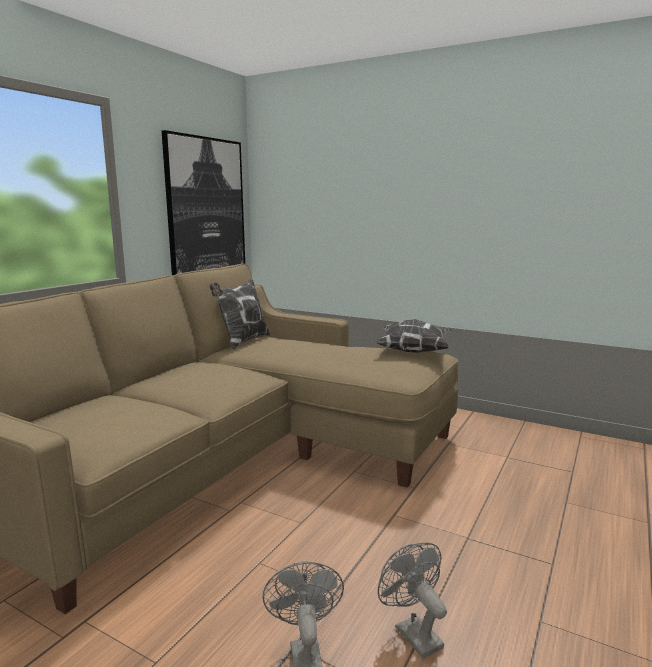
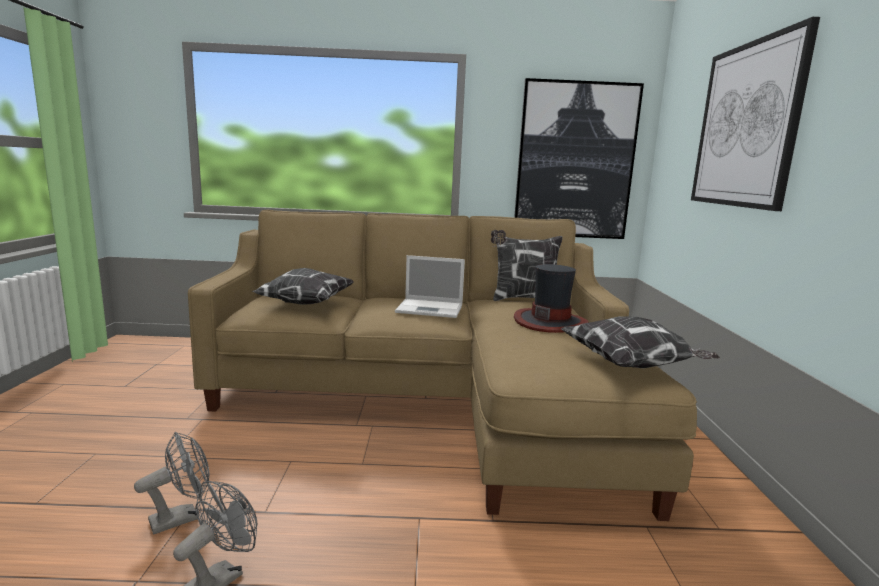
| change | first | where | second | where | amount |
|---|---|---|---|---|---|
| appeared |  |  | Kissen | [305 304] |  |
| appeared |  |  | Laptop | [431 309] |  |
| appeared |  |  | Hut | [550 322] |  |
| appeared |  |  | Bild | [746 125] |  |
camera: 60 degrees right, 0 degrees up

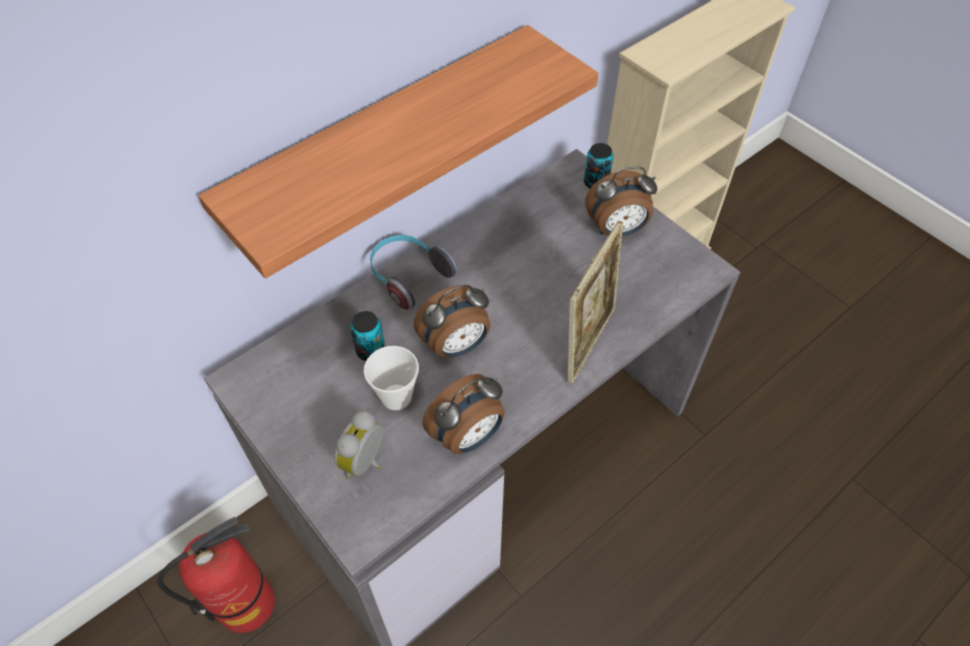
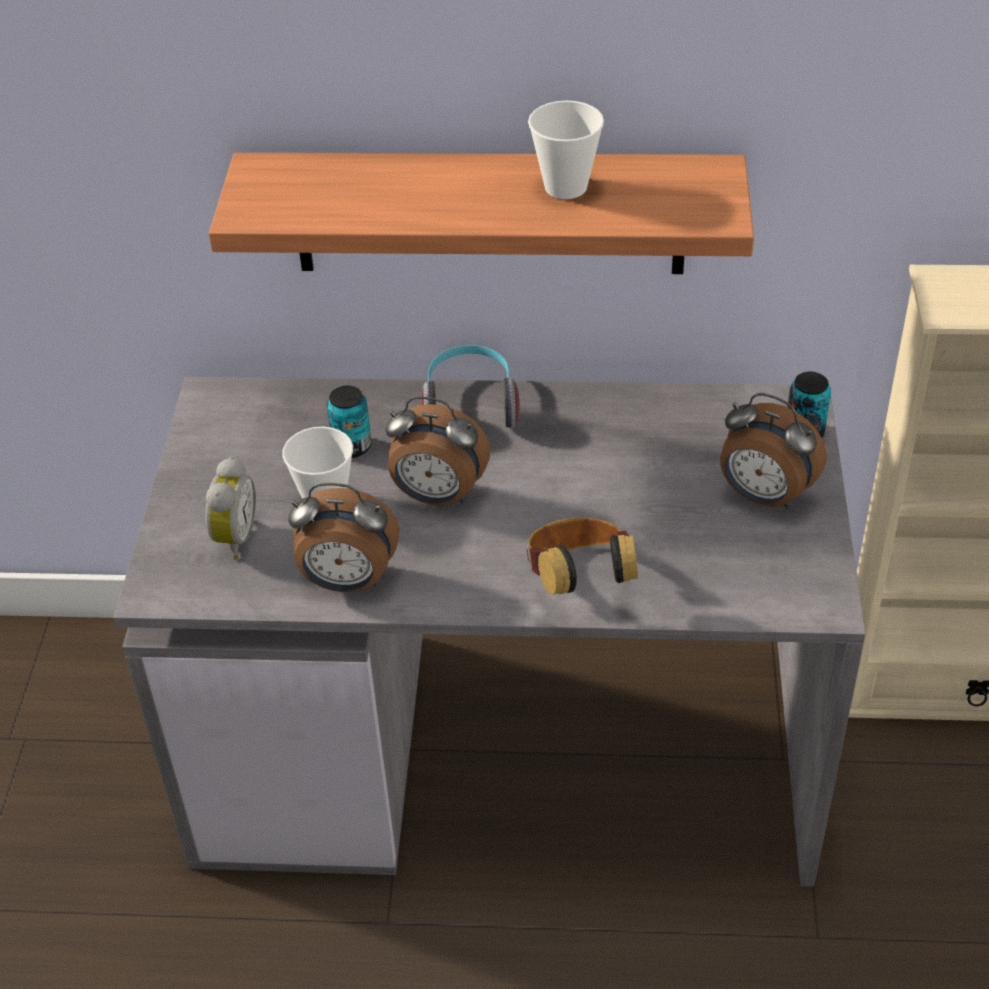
| change | first | where | second | where | amount |
|---|---|---|---|---|---|
| missing | Feuerlöscher | [247 603] |  |  |  |
| appeared |  |  | Tasse | [565 187] |  |
| exchanged | Bilderrahmen | [587 341] | Kopfhörer | [579 581] |  |
| spun | Wecker | [366 462] |  | [232 538] | 120 degrees clockwise |
camera: 45 degrees right, 10 degrees down

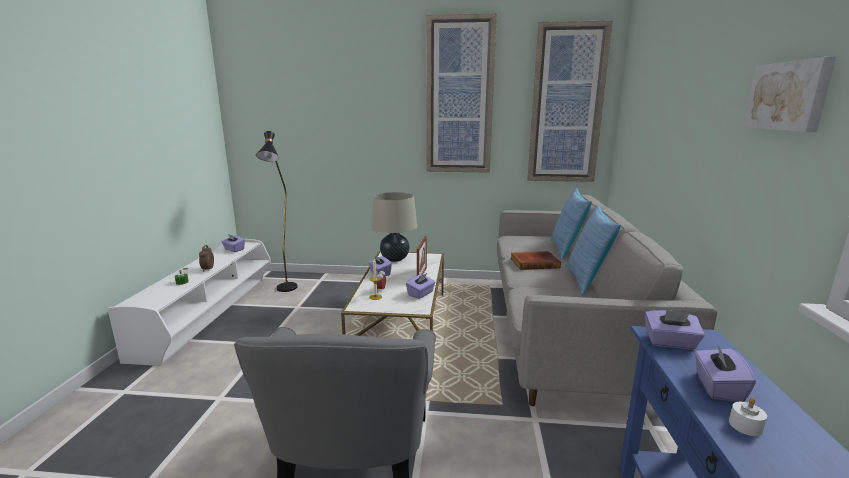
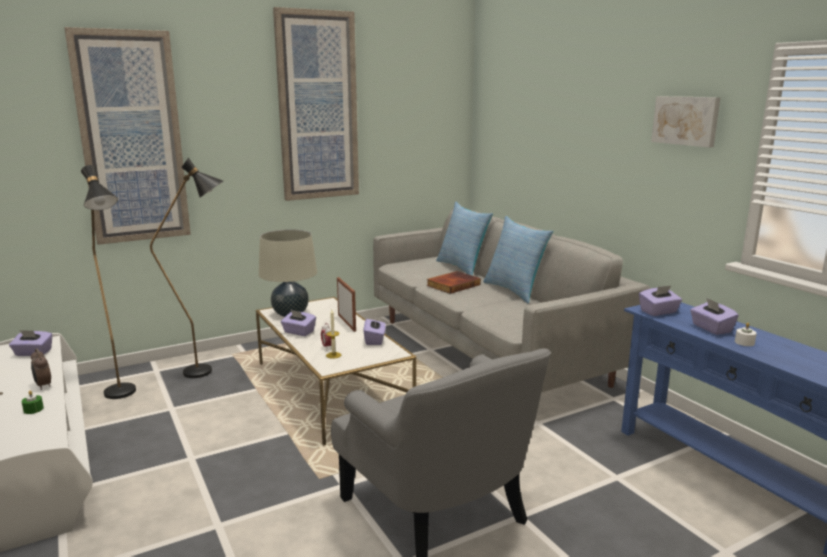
| change | first | where | second | where | amount |
|---|---|---|---|---|---|
| appeared |  |  | Stehlampe (schwarz) | [208 371] |  |
| relocated | Bild | [566 105] |  | [131 138] |  |
camera: 35 degrees left, 0 degrees up

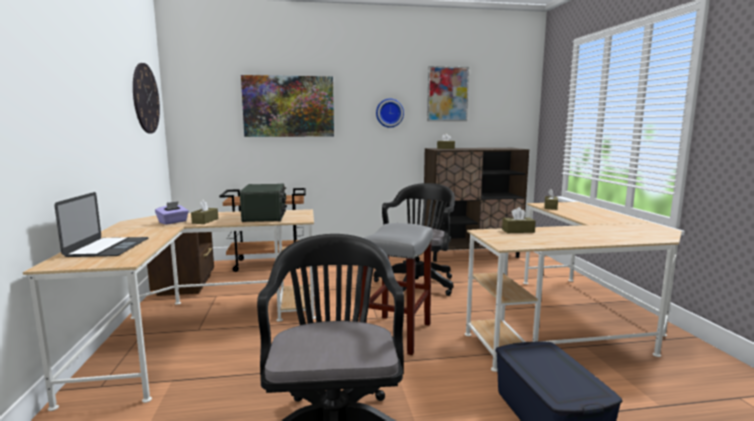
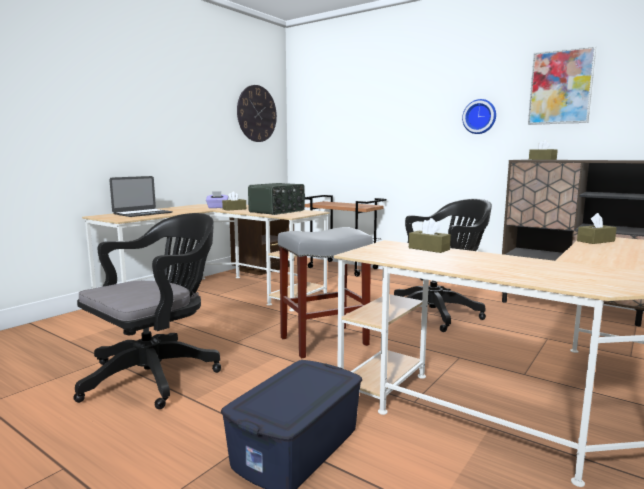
| change | first | where | second | where | amount |
|---|---|---|---|---|---|
| missing | Bild | [288 106] |  |  |  |
camera: 45 degrees right, 0 degrees up

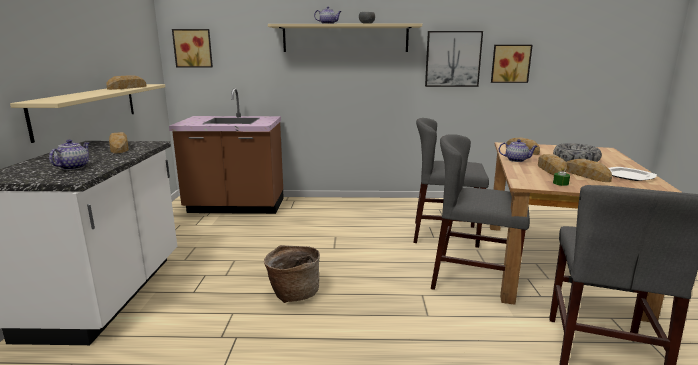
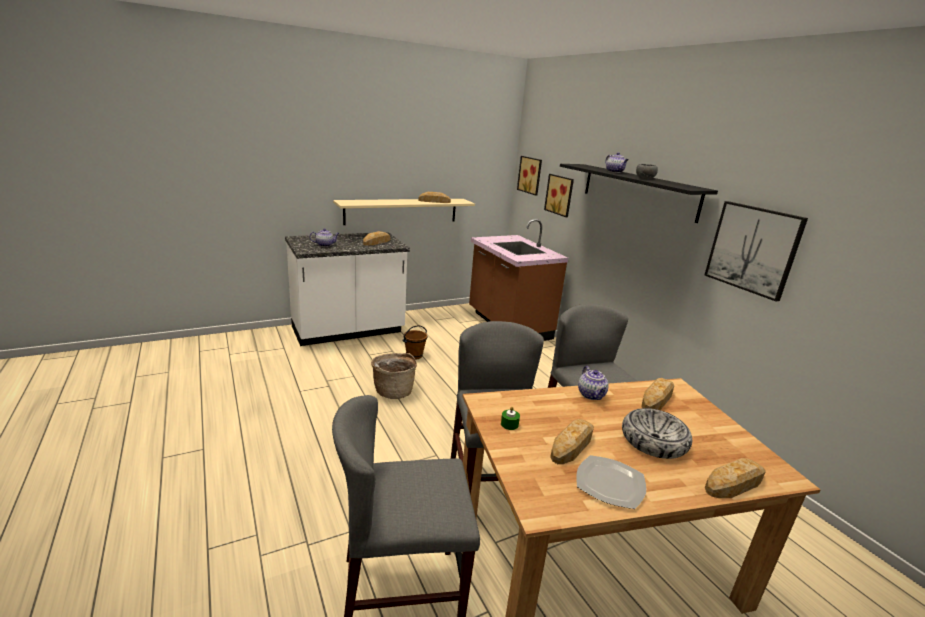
| change | first | where | second | where | amount |
|---|---|---|---|---|---|
| appeared |  |  | Eimer (braun) | [414 356] |  |
| relocated | Bild | [510 63] |  | [560 195] |  |
| relocated | Brot | [551 169] |  | [734 483] |  |
| colour | Wandregal (beige) | [345 38] | Wandregal (schwarz) | [638 191] |  |
camera: 60 degrees right, 5 degrees up

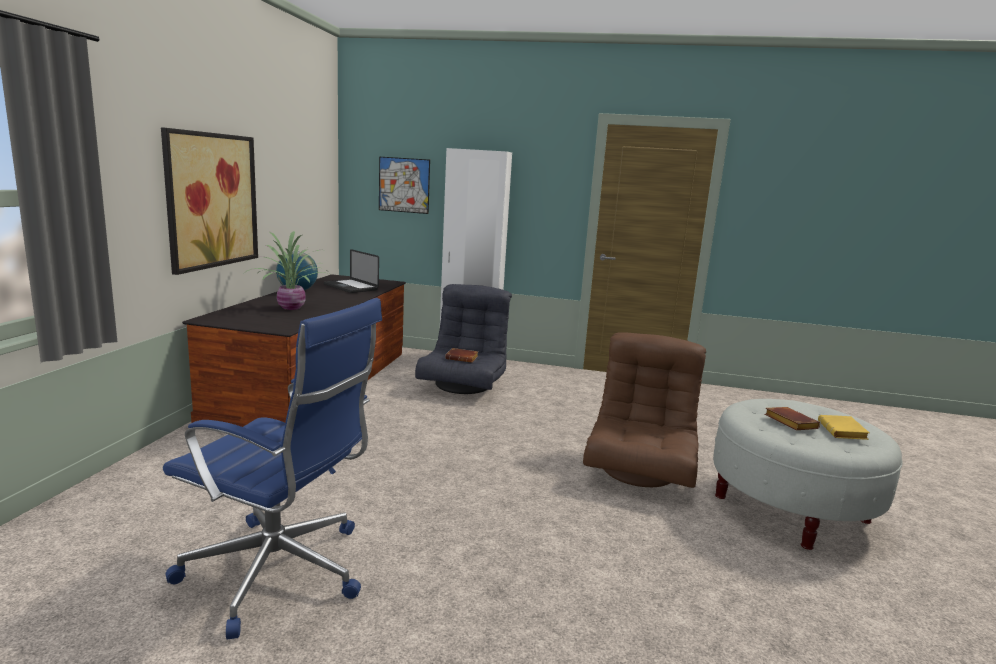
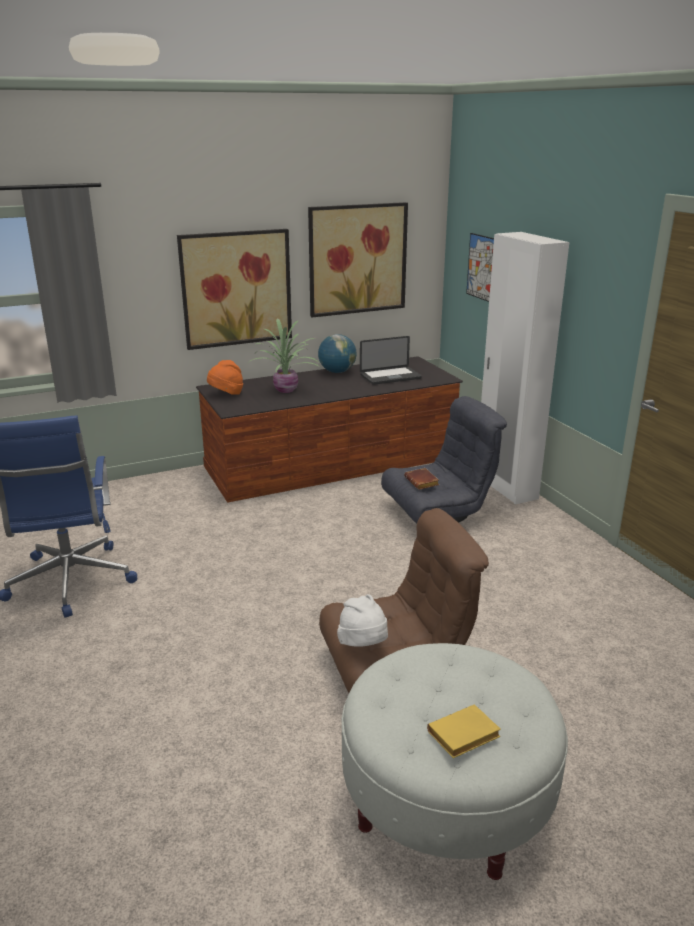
| change | first | where | second | where | amount |
|---|---|---|---|---|---|
| missing | Buch (braun) | [788 422] |  |  |  |
| appeared |  |  | Hut (orange) | [226 394] |  |
| appeared |  |  | Bild | [357 259] |  |
| appeared |  |  | Hut (weiß) | [363 645] |  |
| spun | Laptop | [351 287] |  | [390 377] | 120 degrees counterclockwise |
camera: 55 degrees right, 10 degrees up

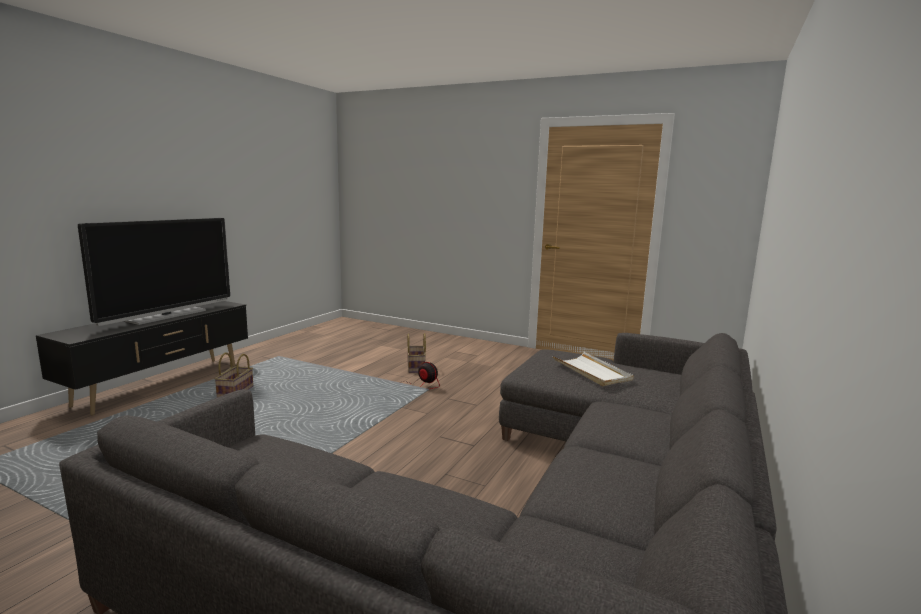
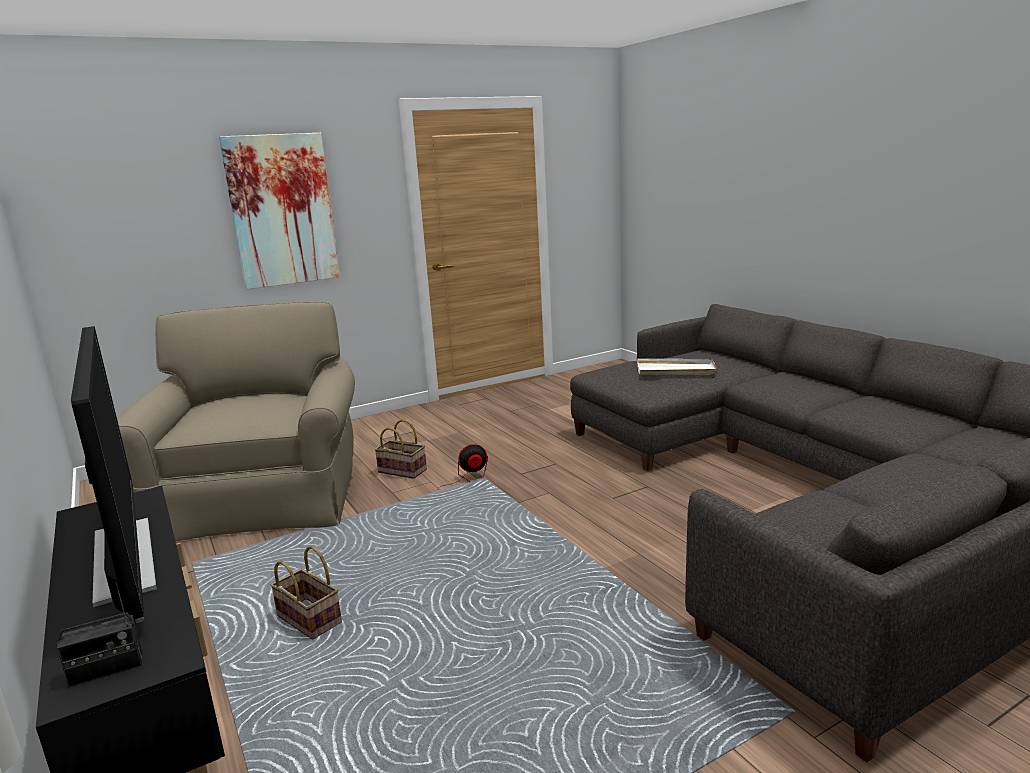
| change | first | where | second | where | amount |
|---|---|---|---|---|---|
| appeared |  |  | Radio | [106 669] |  |
| appeared |  |  | Sessel (beige) | [261 493] |  |
| appeared |  |  | Bild | [282 210] |  |
camera: 55 degrees left, 5 degrees up

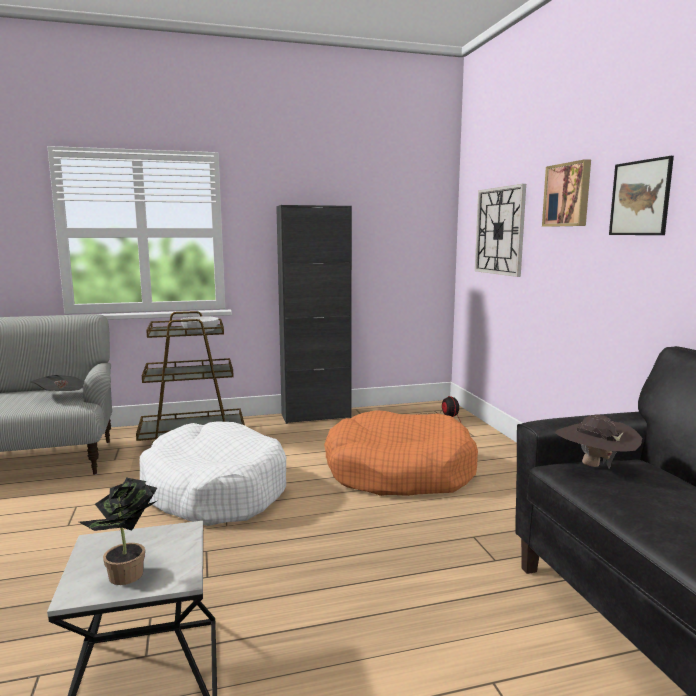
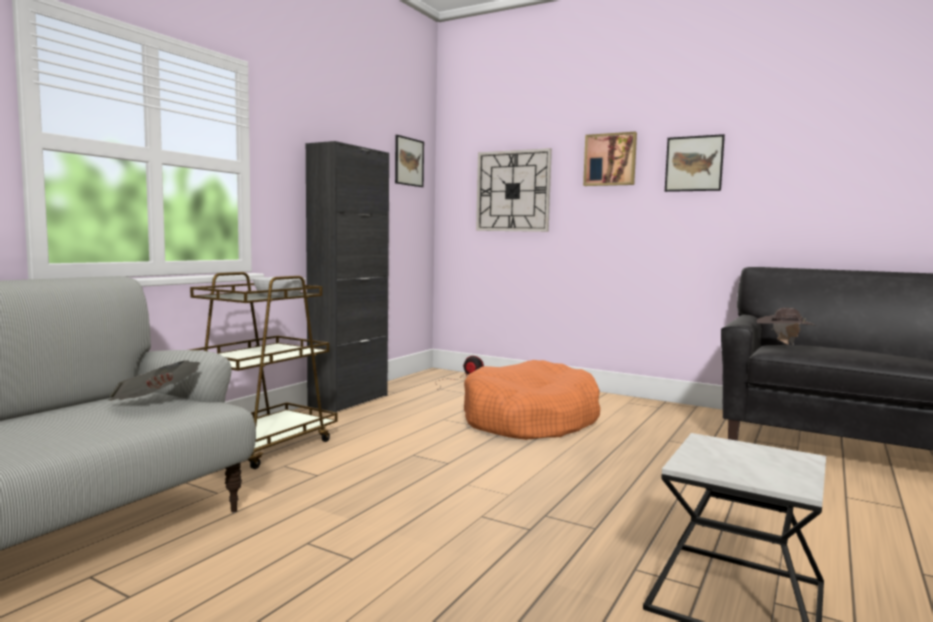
| change | first | where | second | where | amount |
|---|---|---|---|---|---|
| missing | Topfpflanze | [127 577] |  |  |  |
| missing | Hundebett (weiß) | [214 490] |  |  |  |
| appeared |  |  | Bild | [409 161] |  |
camera: 45 degrees left, 5 degrees down

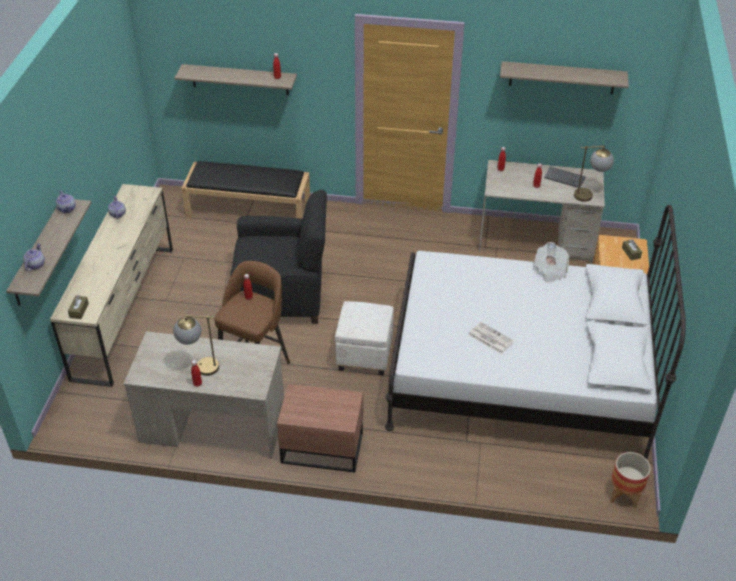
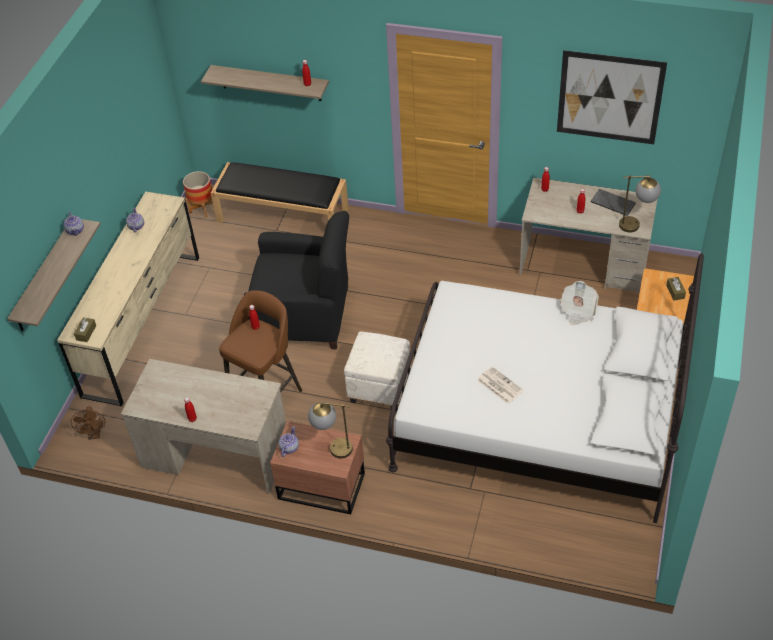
| change | first | where | second | where | amount |
|---|---|---|---|---|---|
| appeared |  |  | Ventilator (braun) | [94 434] |  |
| relocated | Teekanne | [35 265] |  | [289 448] |  |
| relocated | Tischlampe | [199 367] |  | [332 448] |  |
| relocated | Pflanzkübel | [624 495] |  | [202 209] |  |
| exchanged | Wandregal | [562 77] | Bild | [609 97] |  |
camera: 10 degrees right, 5 degrees up

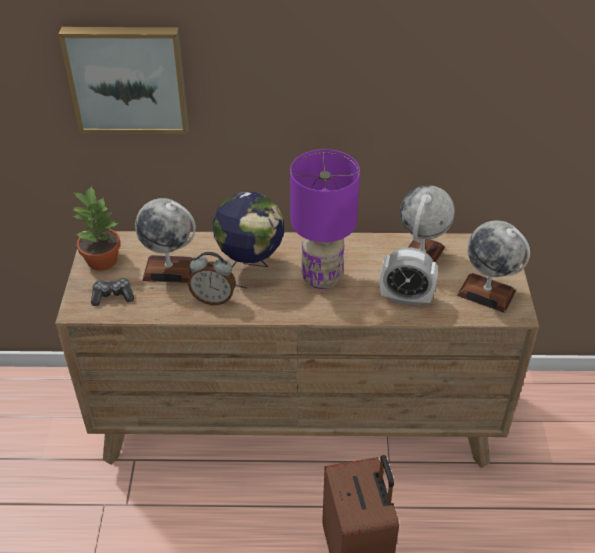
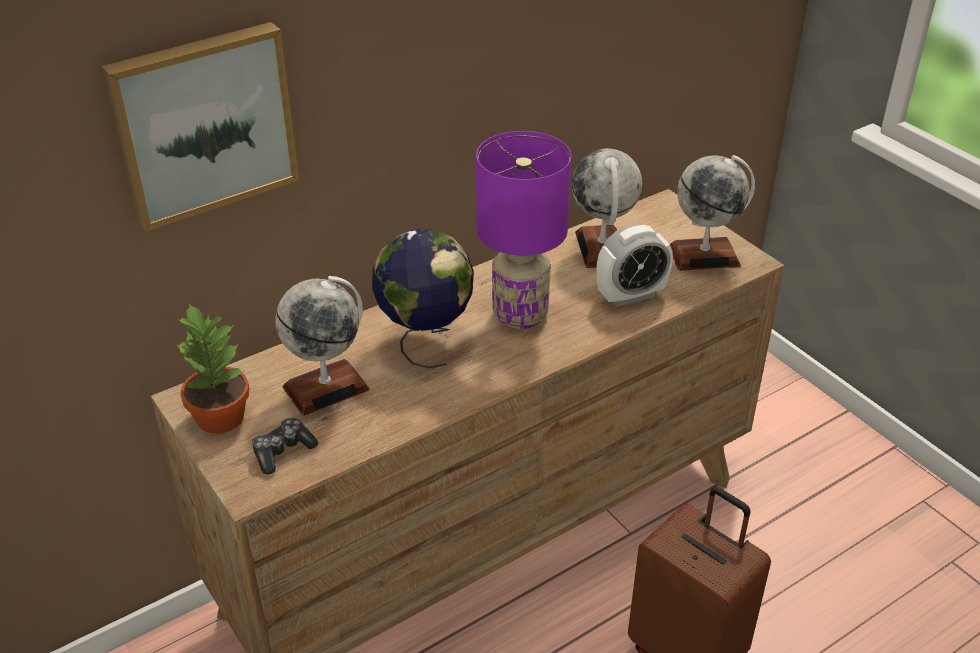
| change | first | where | second | where | amount |
|---|---|---|---|---|---|
| missing | Wecker | [213 298] |  |  |  |
camera: 35 degrees left, 5 degrees down

